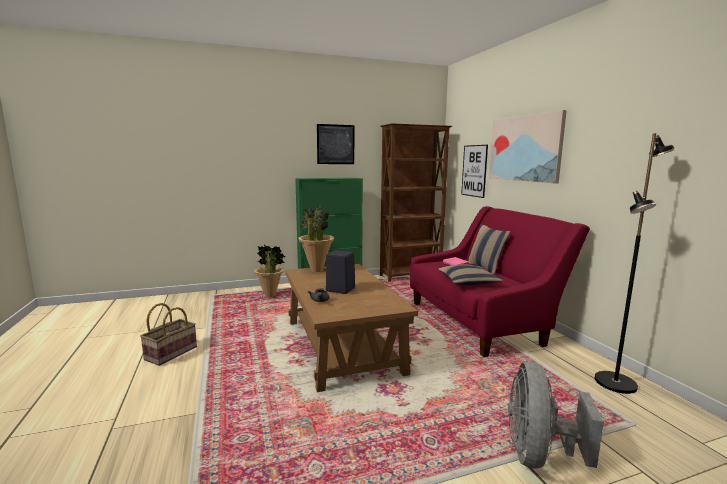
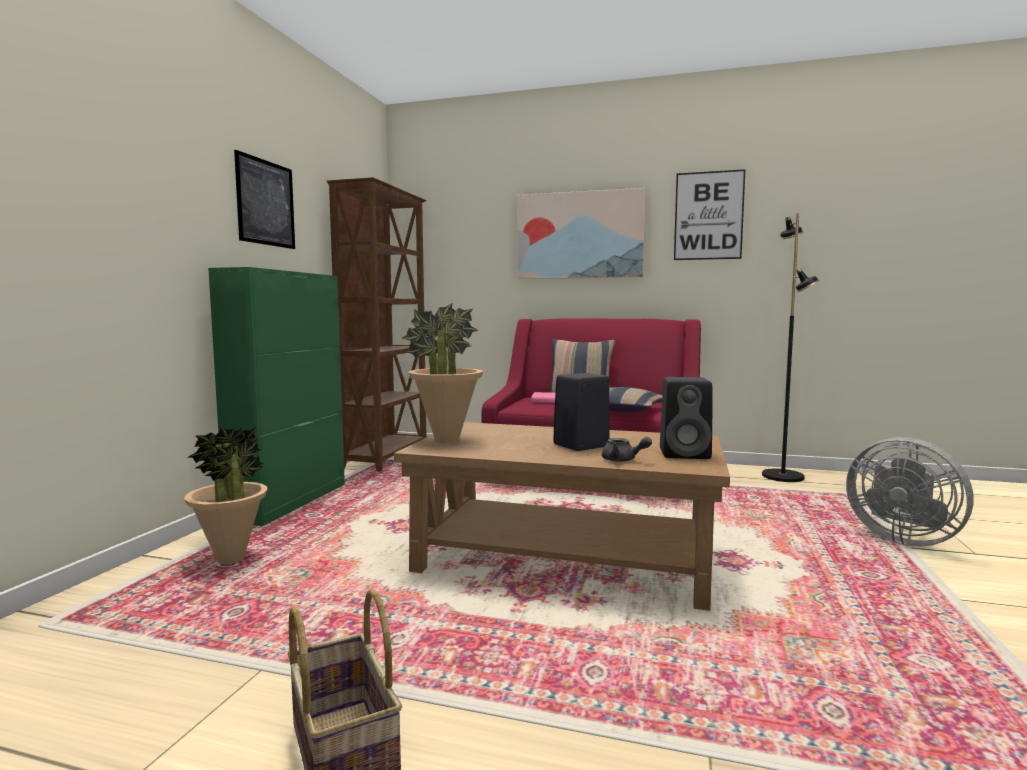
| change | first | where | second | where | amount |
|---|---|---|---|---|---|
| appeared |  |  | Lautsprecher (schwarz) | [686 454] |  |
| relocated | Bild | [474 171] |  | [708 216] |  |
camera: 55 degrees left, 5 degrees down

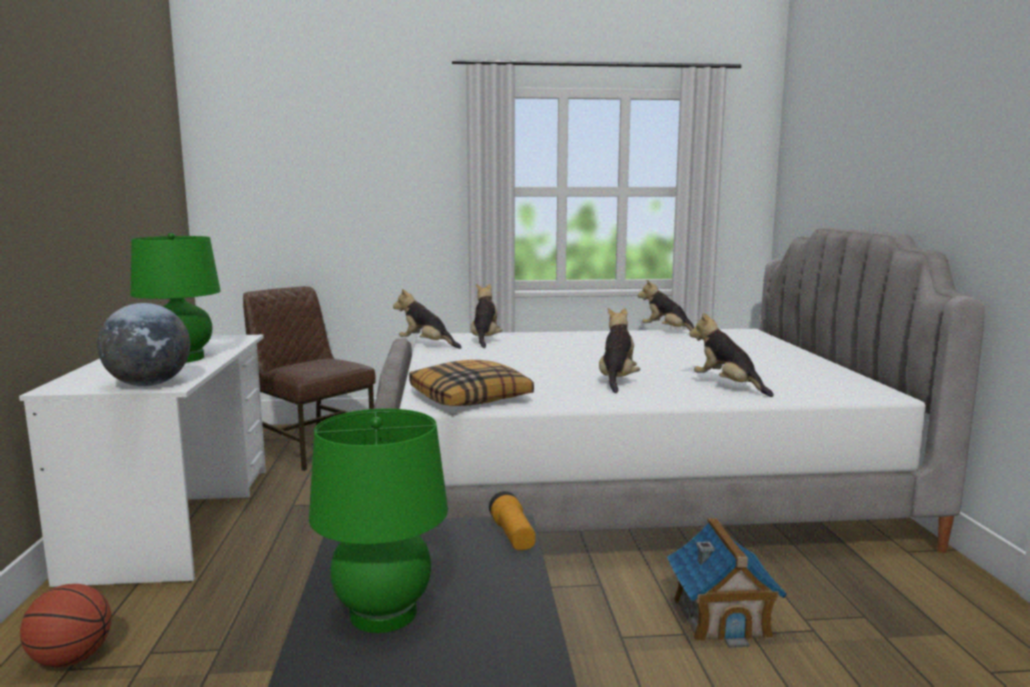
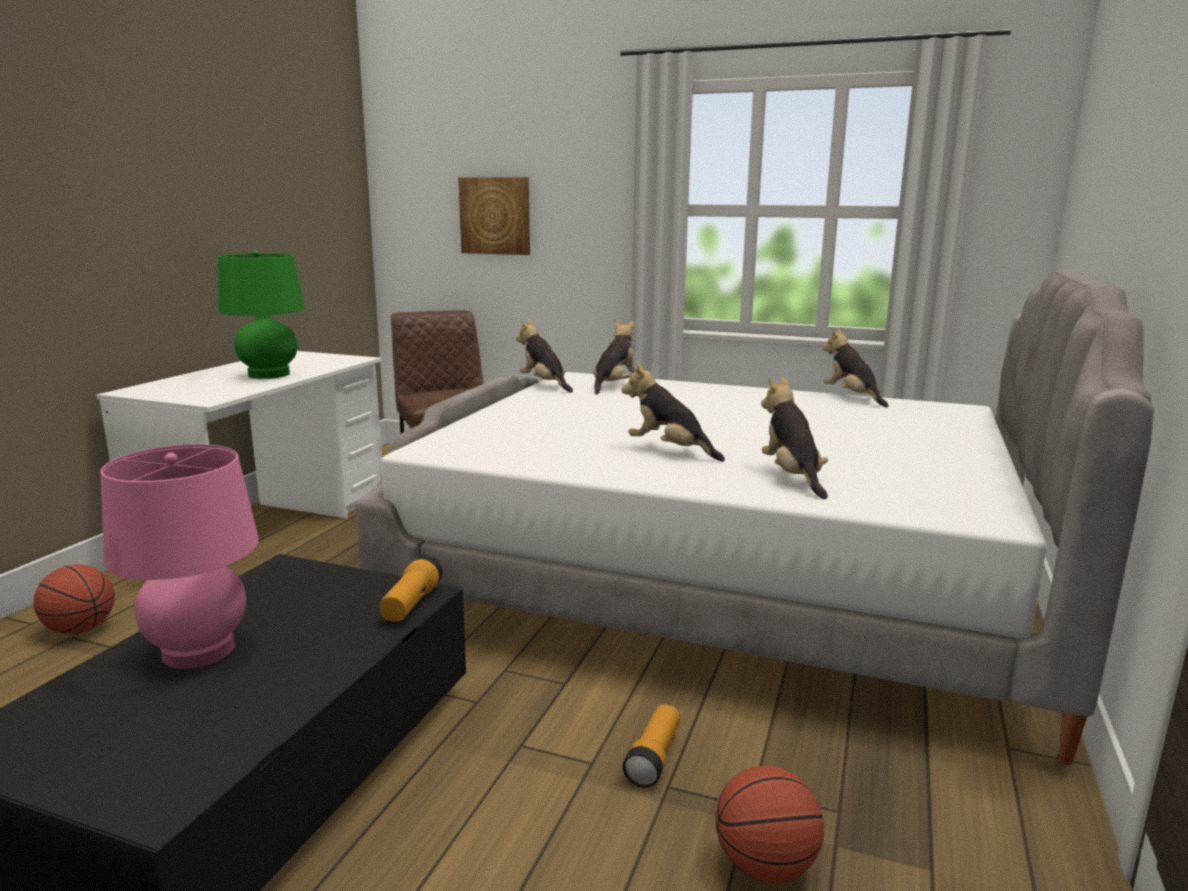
| change | first | where | second | where | amount |
|---|---|---|---|---|---|
| missing | Globus | [149 384] |  |  |  |
| missing | Kissen | [470 398] |  |  |  |
| appeared |  |  | Bild | [495 216] |  |
| appeared |  |  | Basketball | [765 865] |  |
| exchanged | Spielzeughaus | [721 618] | Taschenlampe | [654 758] |  |
| colour | Tischlampe (grün) | [383 614] | Tischlampe (rosa) | [198 650] |  |
| spun | Plüschtier | [617 380] |  | [669 451] | 90 degrees counterclockwise |
camera: 25 degrees right, 5 degrees up

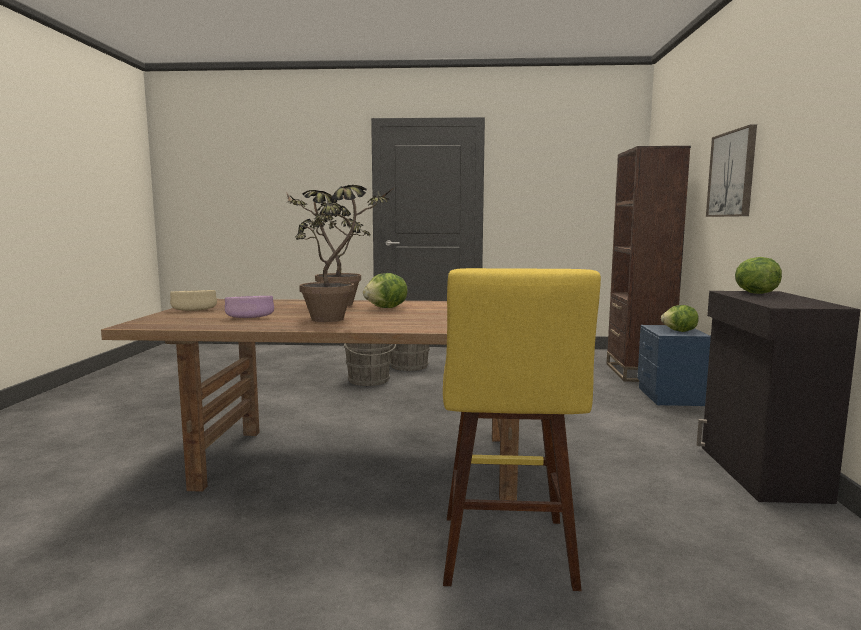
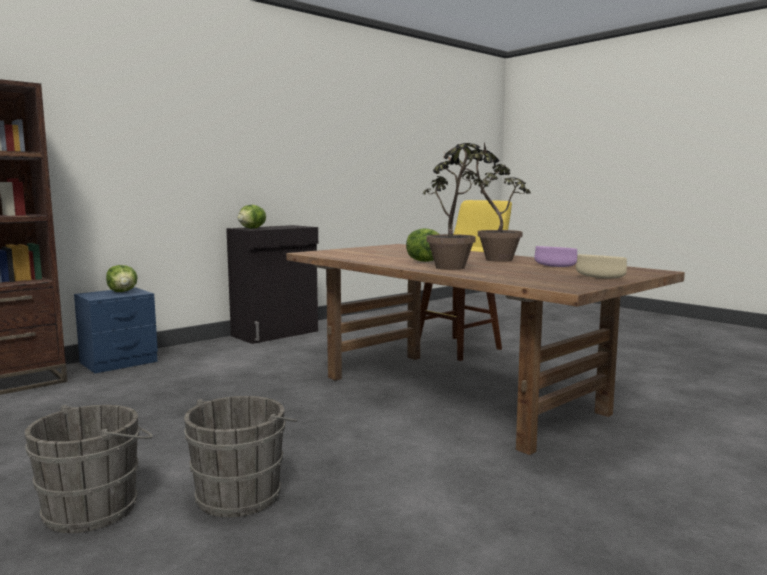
| change | first | where | second | where | amount |
|---|---|---|---|---|---|
| missing | Bild | [732 174] |  |  |  |
camera: 135 degrees left, 0 degrees up

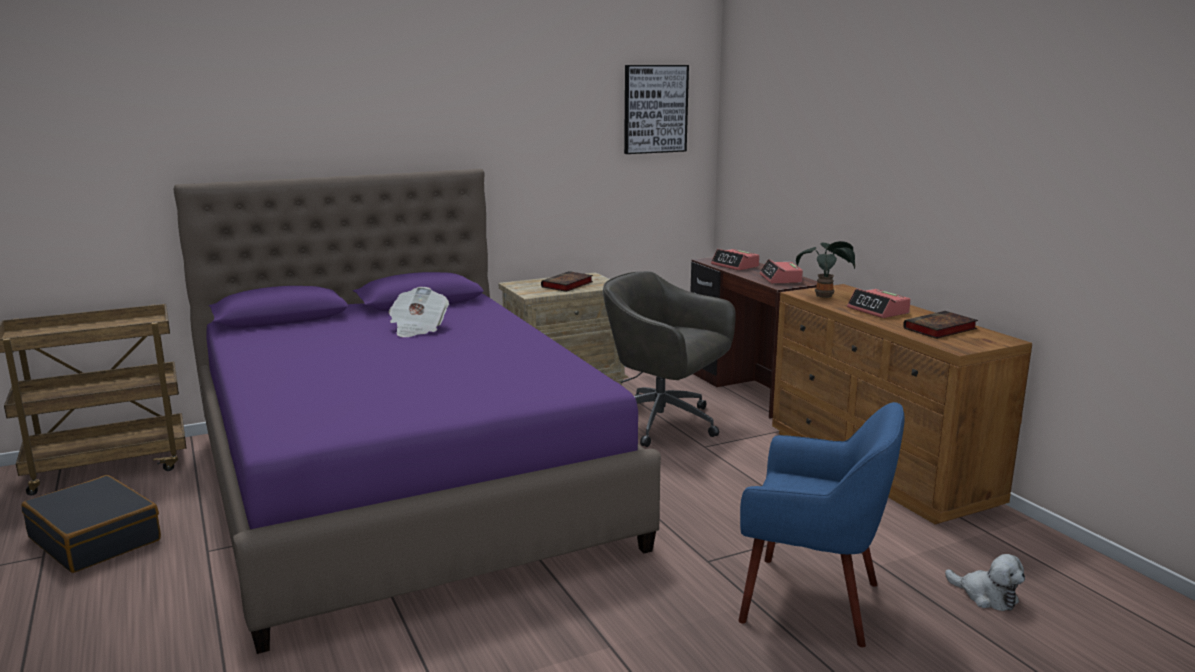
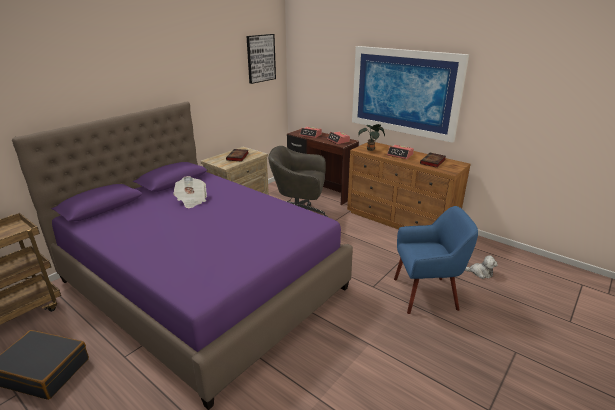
| change | first | where | second | where | amount |
|---|---|---|---|---|---|
| appeared |  |  | Bild | [404 92] |  |
camera: 25 degrees left, 10 degrees up

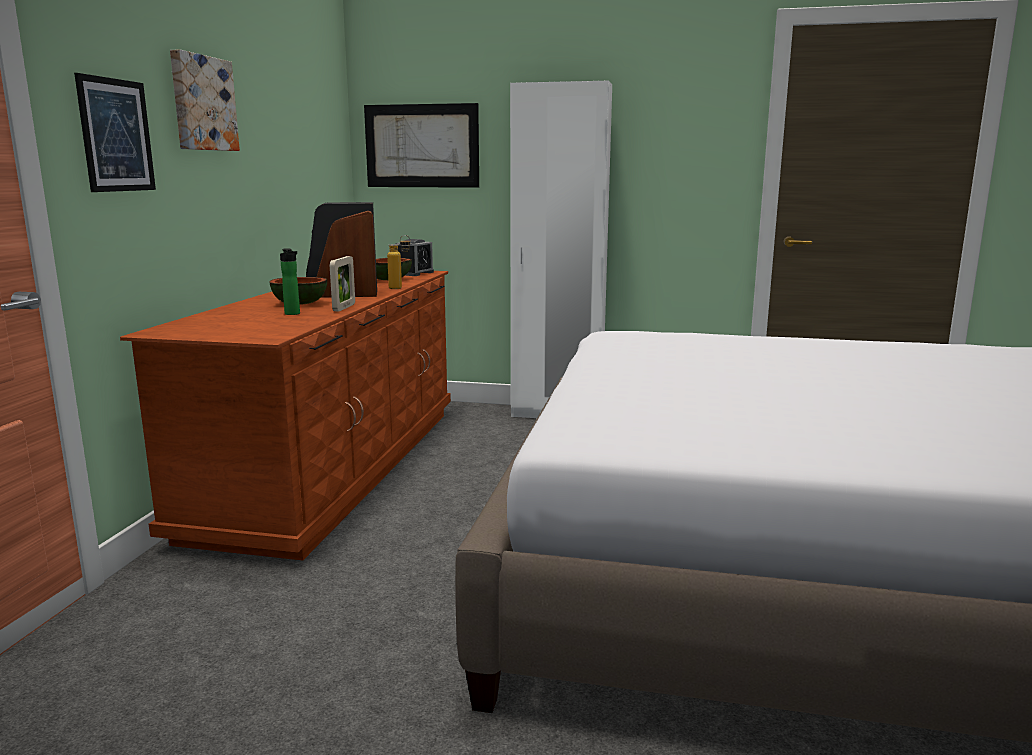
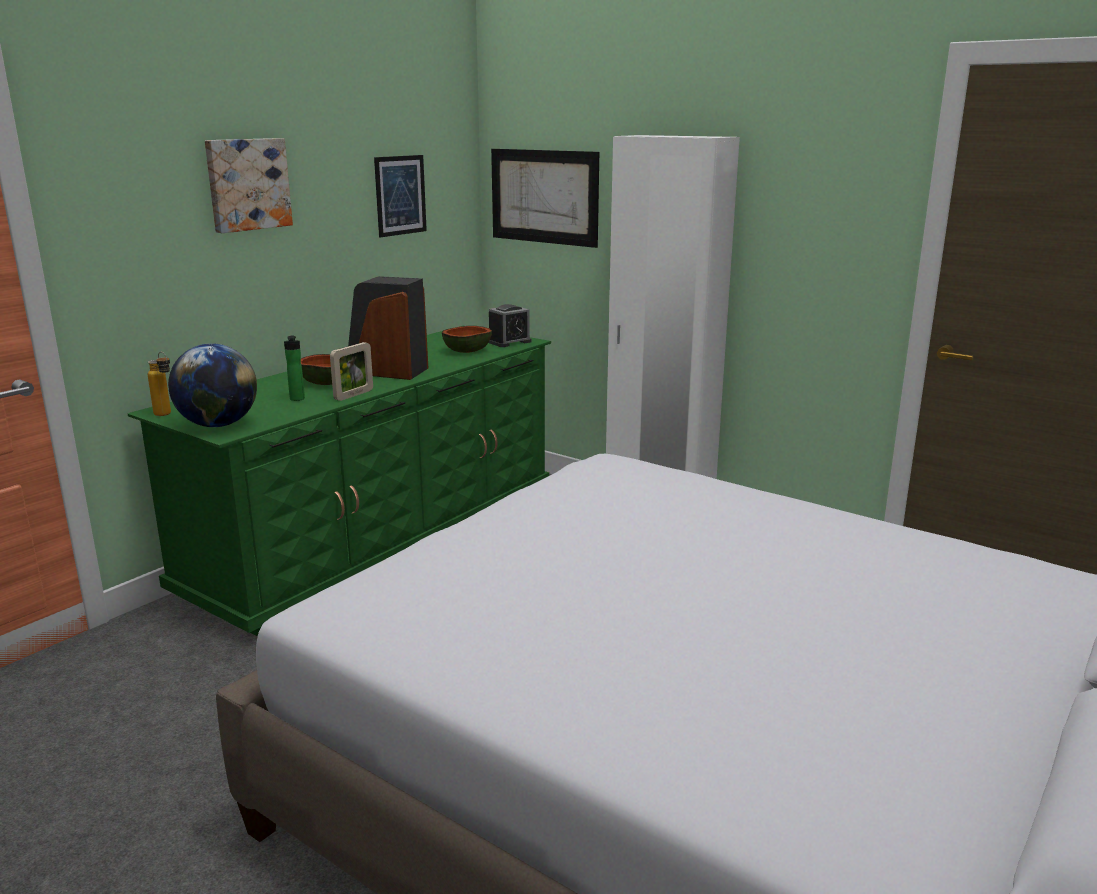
| change | first | where | second | where | amount |
|---|---|---|---|---|---|
| appeared |  |  | Globus | [218 425] |  |
| relocated | Bild | [116 135] |  | [400 195] |  |
| relocated | Flasche | [400 288] |  | [166 415] |  |
| colour | Kommode (braun) | [336 467] | Kommode (grün) | [380 541] |  |
camera: 25 degrees right, 5 degrees up

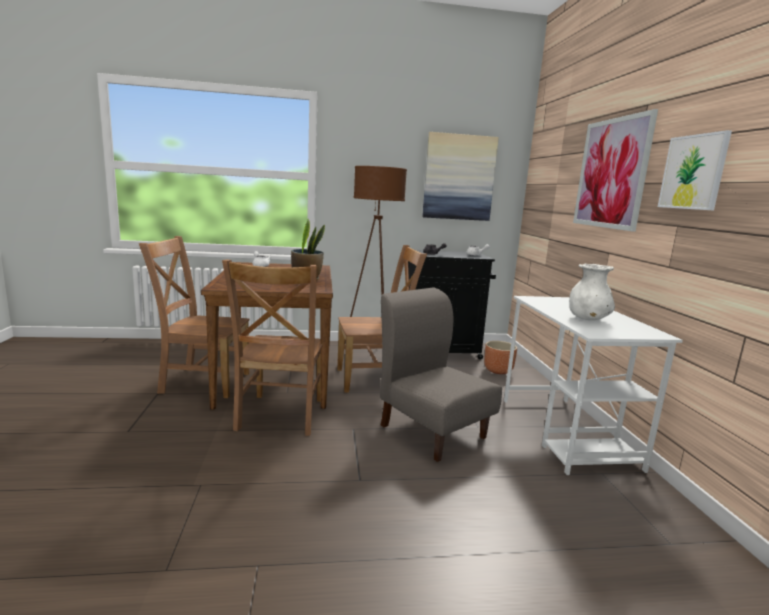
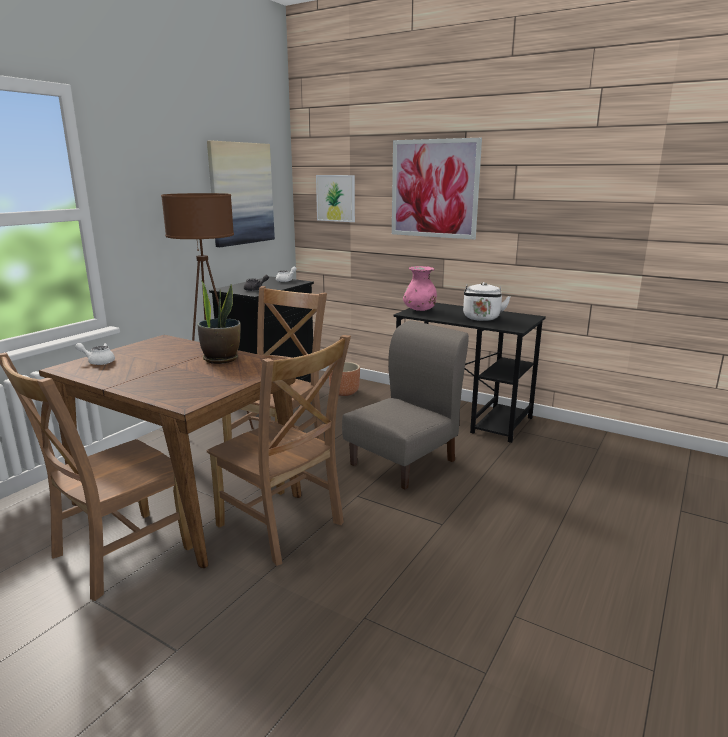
| change | first | where | second | where | amount |
|---|---|---|---|---|---|
| appeared |  |  | Vase (rosa) | [420 310] |  |
| relocated | Bild | [693 172] |  | [336 198] |  |
| exchanged | Vase (weiß) | [587 319] | Wasserkessel (weiß) | [481 318] |  |
| colour | Schreibtisch (weiß) | [566 432] | Schreibtisch (schwarz) | [464 416] |  |
| spun | Stuhl (grau) | [432 430] |  | [404 462] | 135 degrees clockwise |
camera: 50 degrees left, 5 degrees up

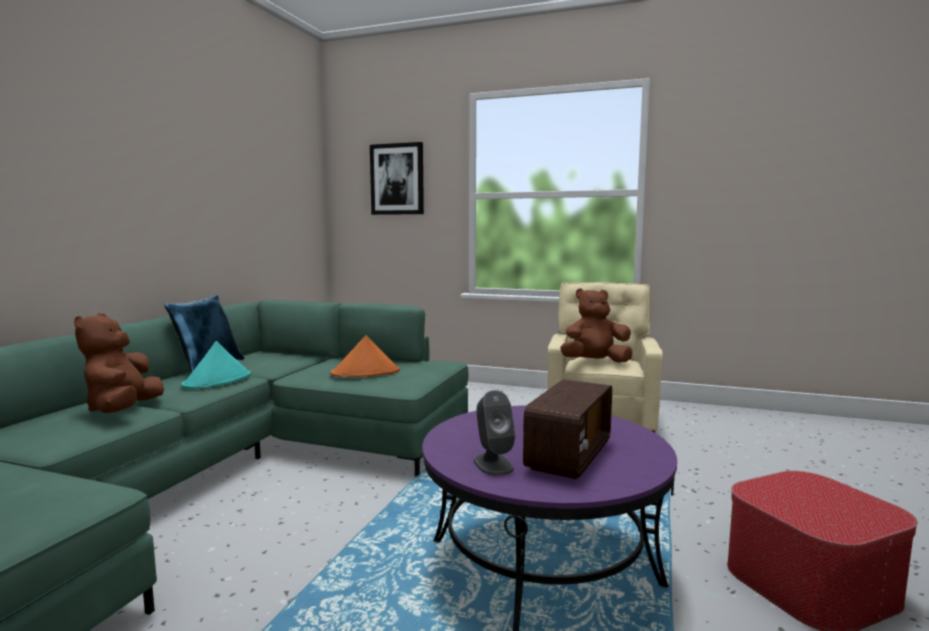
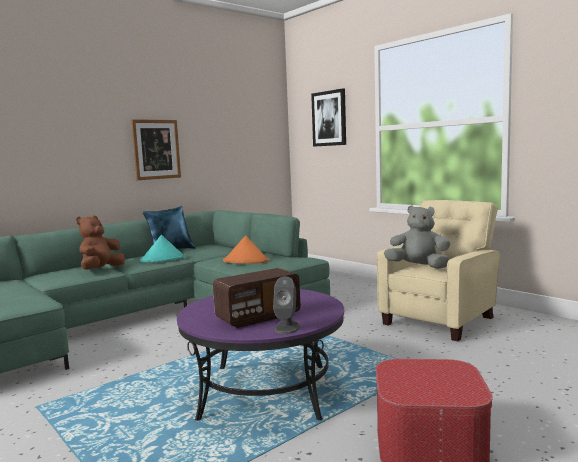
| change | first | where | second | where | amount |
|---|---|---|---|---|---|
| appeared |  |  | Bild | [156 149] |  |
| relocated | Lautsprecher (grau) | [493 464] |  | [287 327] |  |
| colour | Plüschtier (braun) | [594 362] | Plüschtier (grau) | [418 267] |  |
camera: 30 degrees right, 0 degrees up

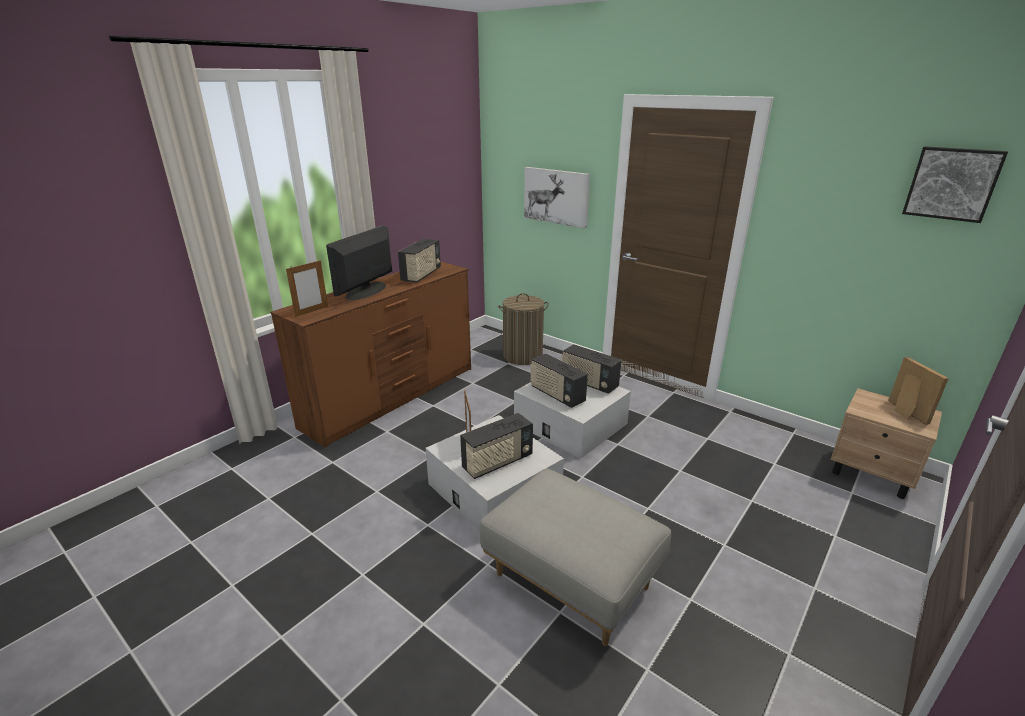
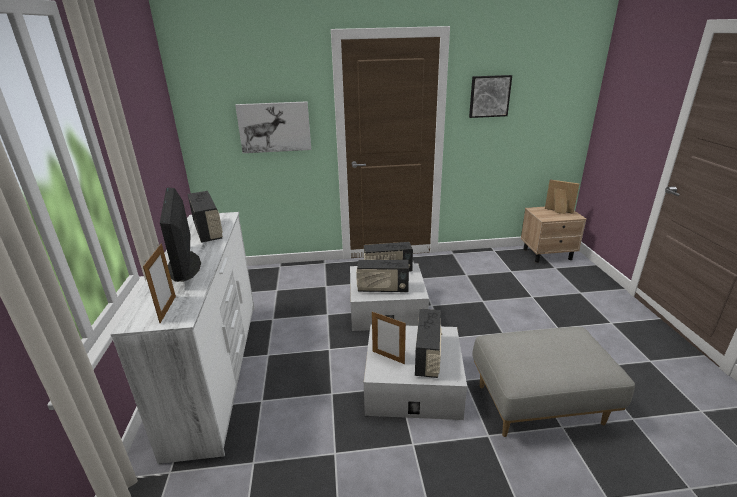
| change | first | where | second | where | amount |
|---|---|---|---|---|---|
| missing | Wäschekorb | [523 356] |  |  |  |
| relocated | Bild | [952 183] |  | [489 96] |  |
| colour | Kommode (braun) | [392 397] | Kommode (weiß) | [218 369] |  |
camera: 45 degrees left, 0 degrees up

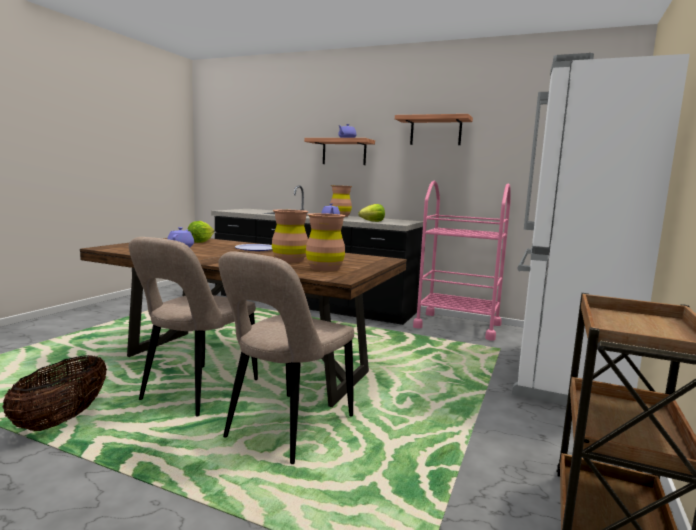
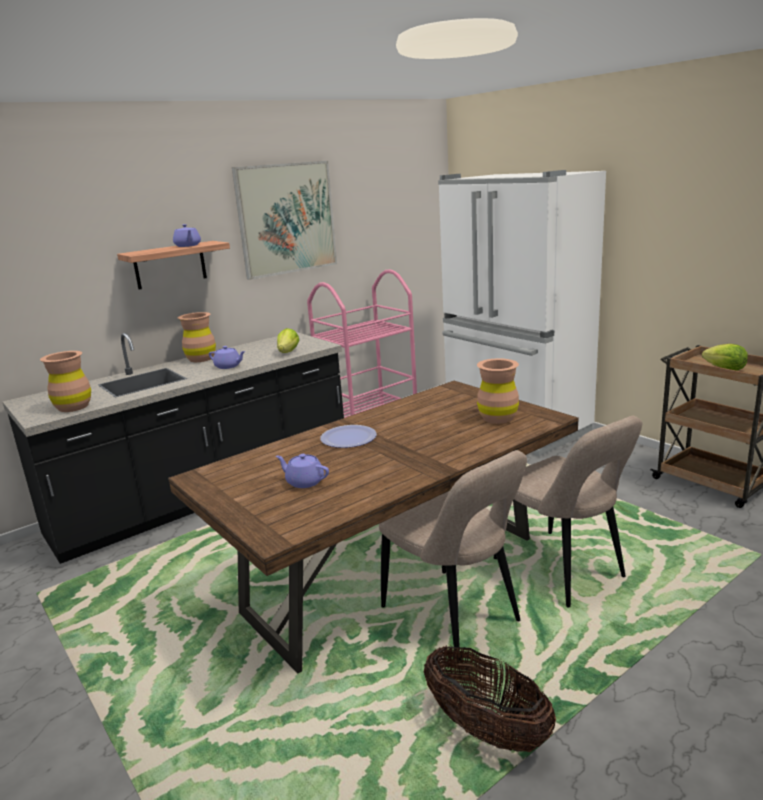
| change | first | where | second | where | amount |
|---|---|---|---|---|---|
| relocated | Salatkopf | [201 241] |  | [725 369] |  |
| relocated | Vase (braun) | [289 260] |  | [73 407] |  |
| exchanged | Wandregal | [435 131] | Bild | [286 219] |  |
camera: 60 degrees left, 10 degrees up

